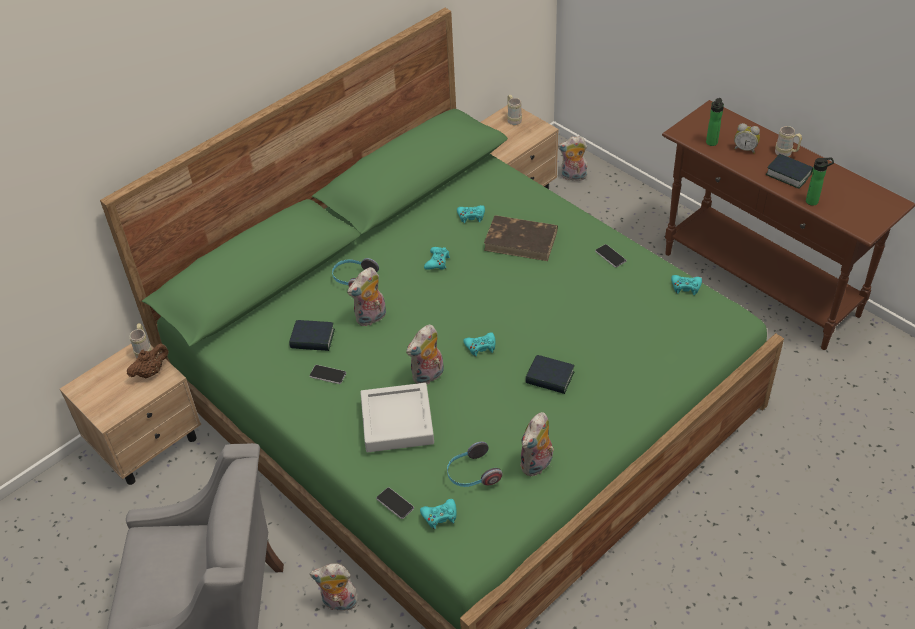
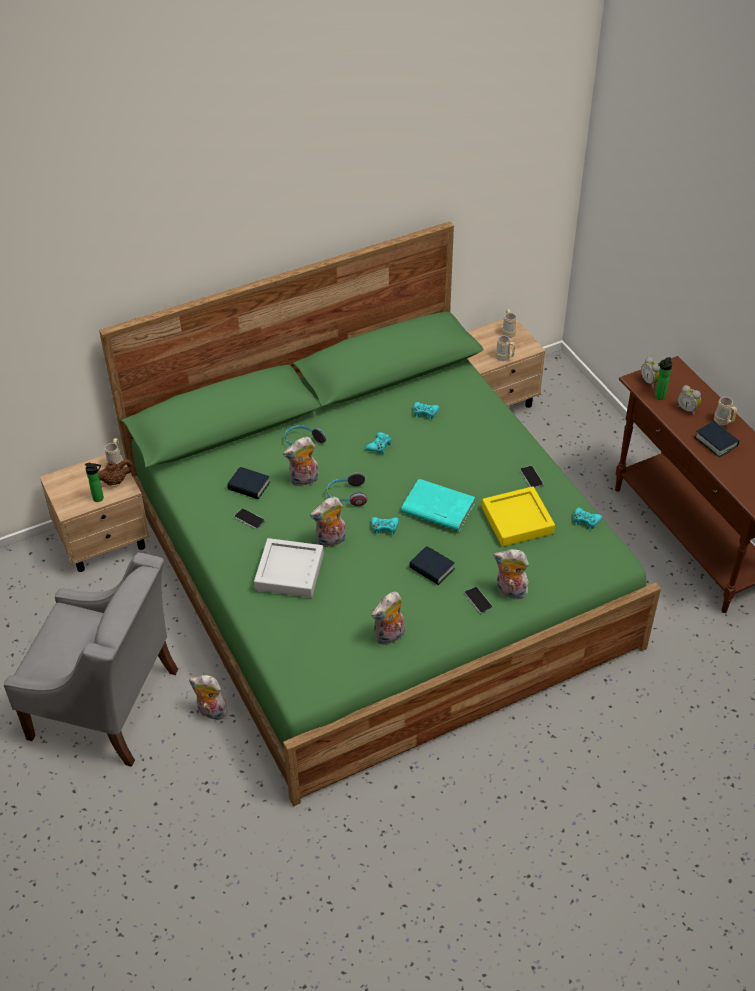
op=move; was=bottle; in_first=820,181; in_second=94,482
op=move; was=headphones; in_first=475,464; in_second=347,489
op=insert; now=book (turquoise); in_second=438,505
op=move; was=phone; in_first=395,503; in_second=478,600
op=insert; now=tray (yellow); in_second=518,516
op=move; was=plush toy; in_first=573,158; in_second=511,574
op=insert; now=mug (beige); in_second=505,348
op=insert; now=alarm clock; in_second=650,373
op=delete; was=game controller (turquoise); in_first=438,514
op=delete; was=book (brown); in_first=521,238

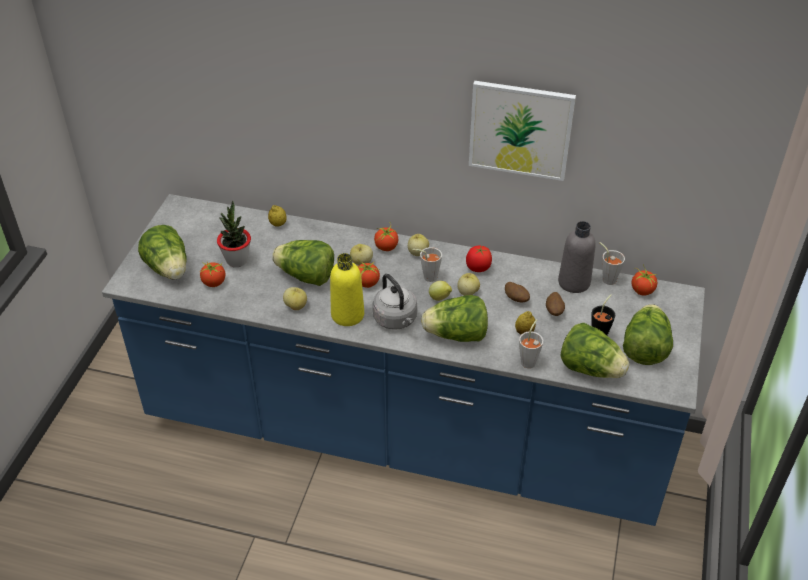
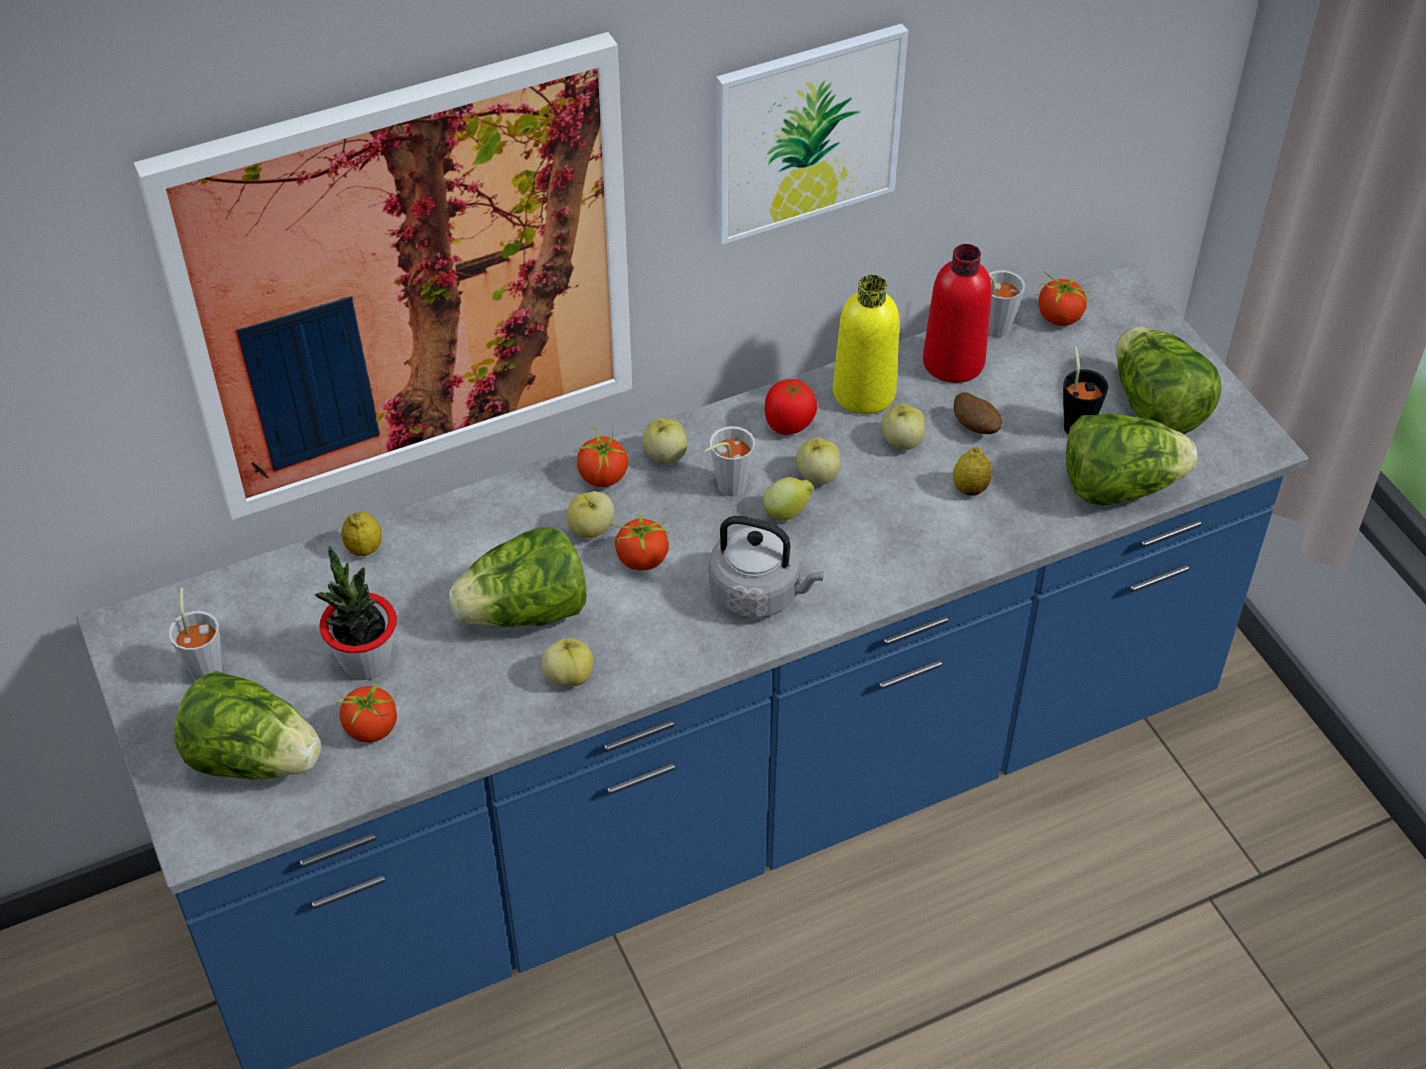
op=insert; now=picture; in_second=383,276
op=move; was=cup (grey); in_first=531,343; in_second=195,634
op=move; was=bottle (yellow); in_first=347,289; in_second=866,344
op=replace; was=potato; now=apple; in_first=517,292; in_second=903,427
op=recolor; was=bottle (grey); now=bottle (red); in_first=577,257; in_second=957,313
op=delete; was=lettuce; in_first=454,318

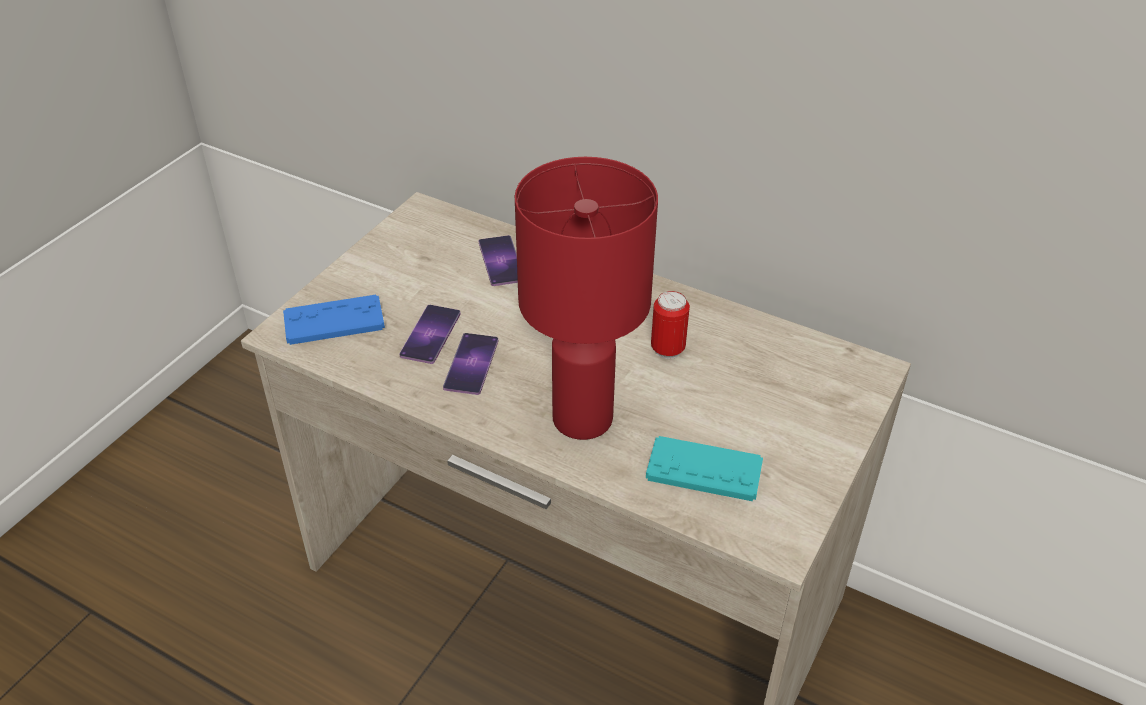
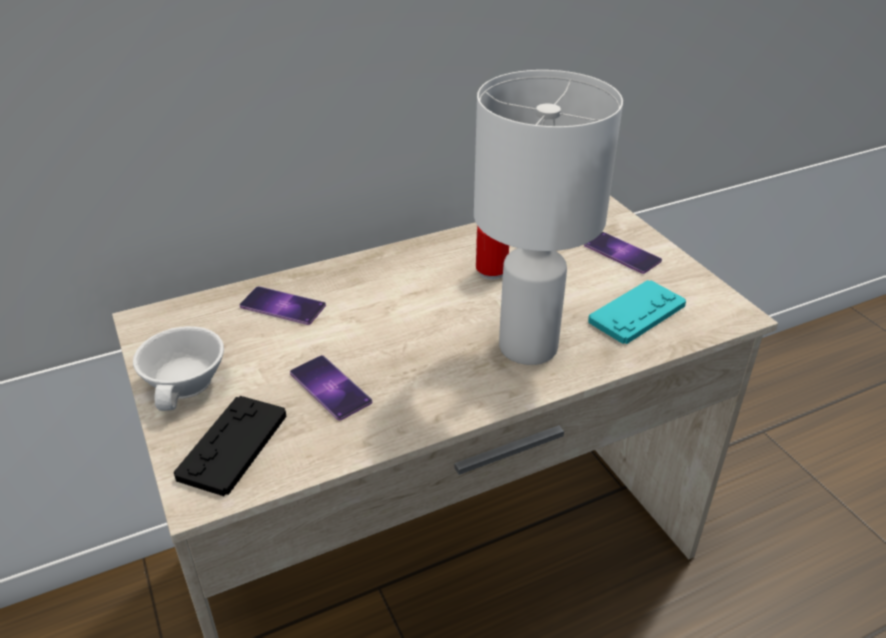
op=insert; now=cup (white); in_second=178,368
op=recolor; was=game controller (blue); now=game controller (black); in_first=334,320; in_second=230,446
op=recolor; was=table lamp (red); now=table lamp (white); in_first=586,298; in_second=548,217
op=move; was=phone; in_first=470,364; in_second=623,253

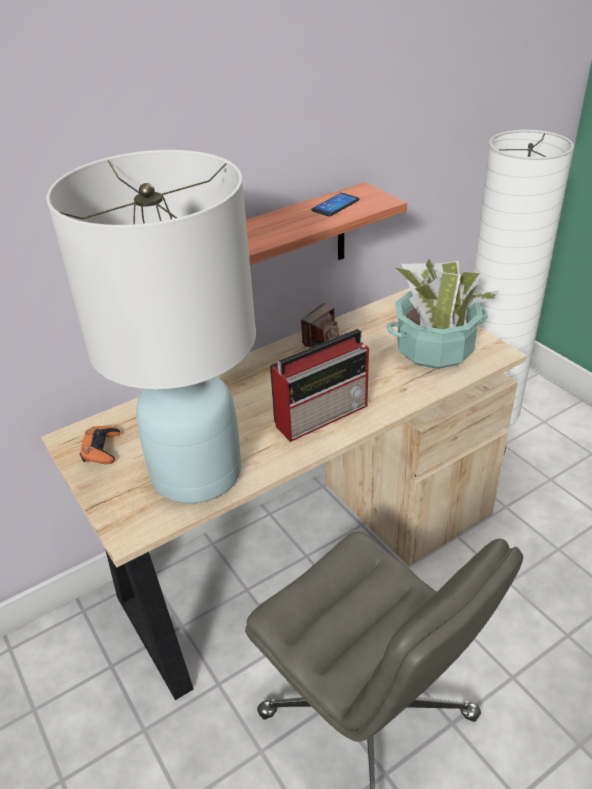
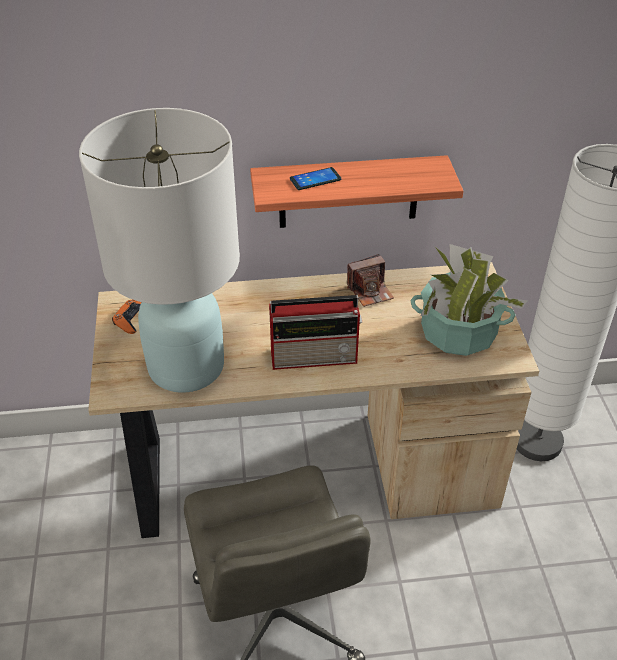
op=move; was=phone; in_first=335,205; in_second=315,178

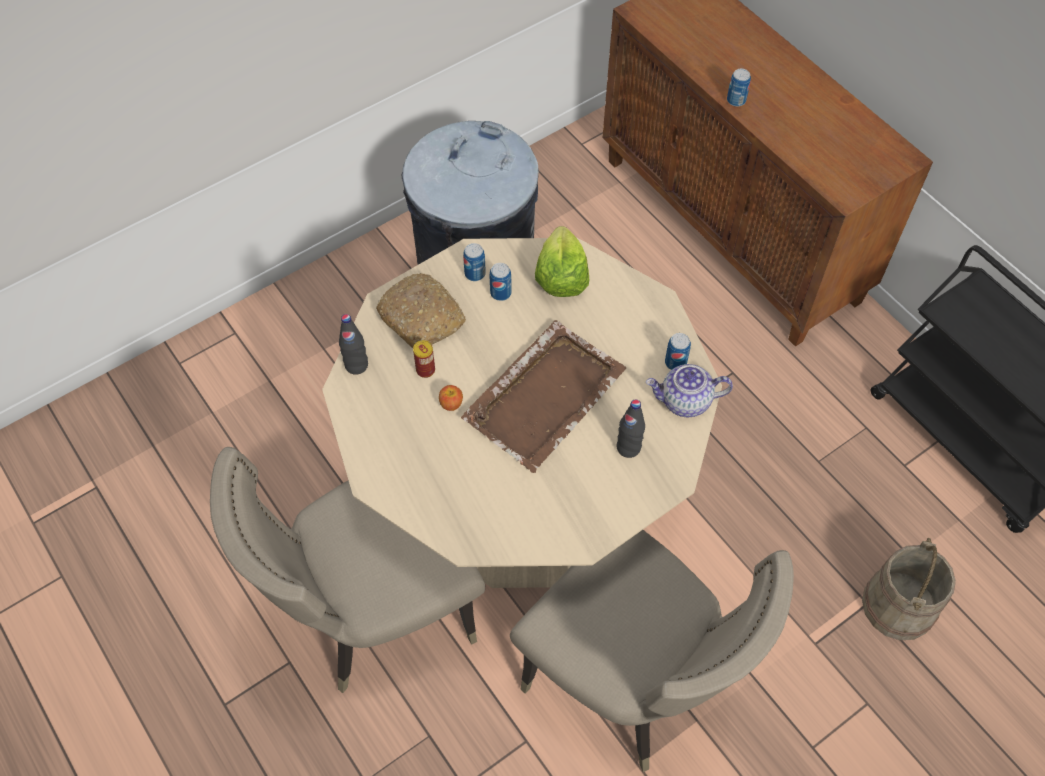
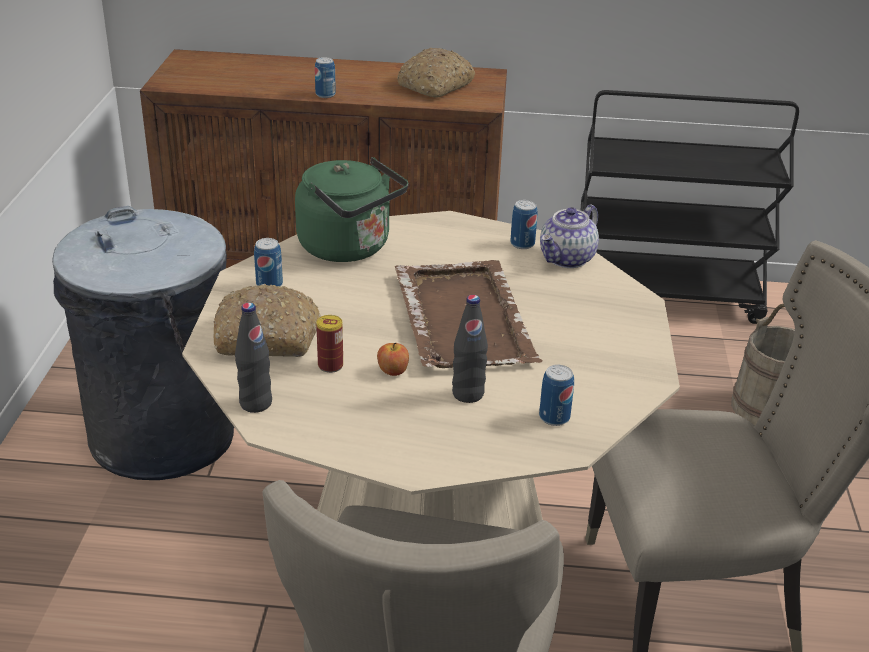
op=replace; was=lettuce; now=kettle (green); in_first=562,261; in_second=351,209
op=insert; now=bread; in_second=436,73
op=move; was=bottle (black); in_first=631,428; in_second=470,349
op=move; was=can; in_first=501,282; in_second=556,395

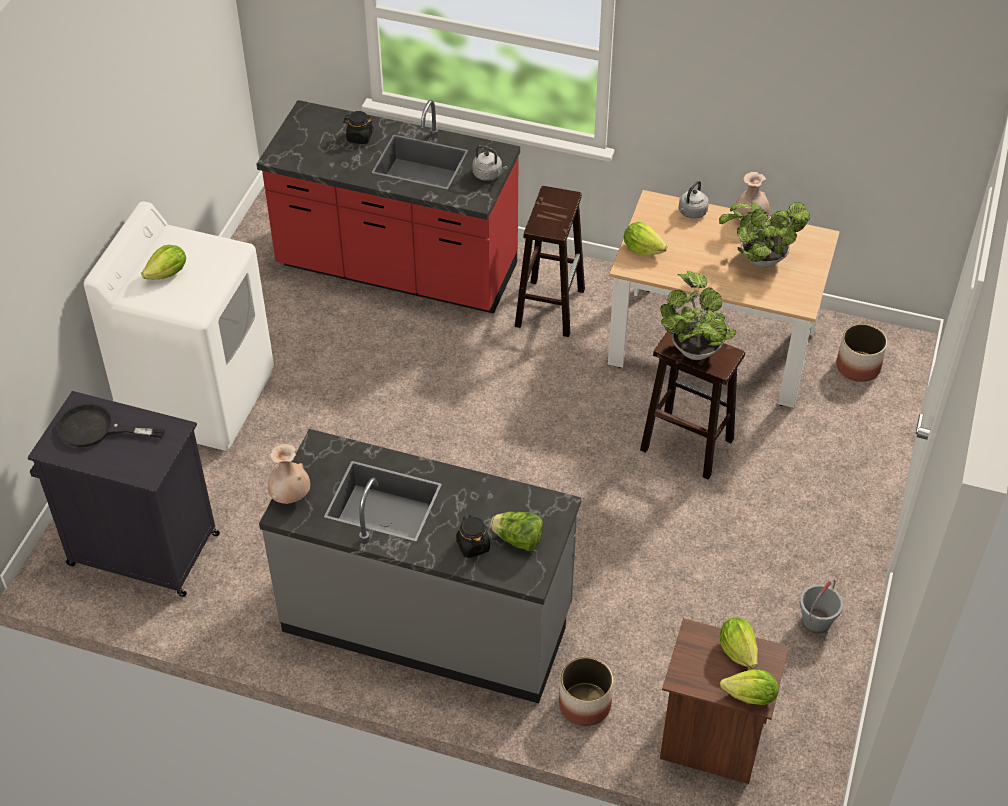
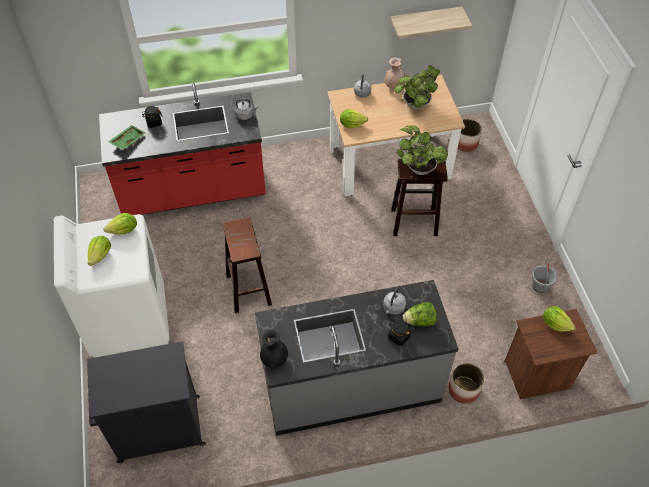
op=move; was=lettuce; in_first=749,687; in_second=120,223
op=insert; now=tray (green); in_second=127,137
op=move; was=stool (brown); in_first=550,261; in_second=247,265
op=recolor; was=vase (beige); now=vase (black); in_first=289,474; in_second=274,349
op=insert; now=kettle (grey); in_second=394,301
op=insert; now=shelf; in_second=431,23
op=delete; was=frying pan (black); in_first=111,425

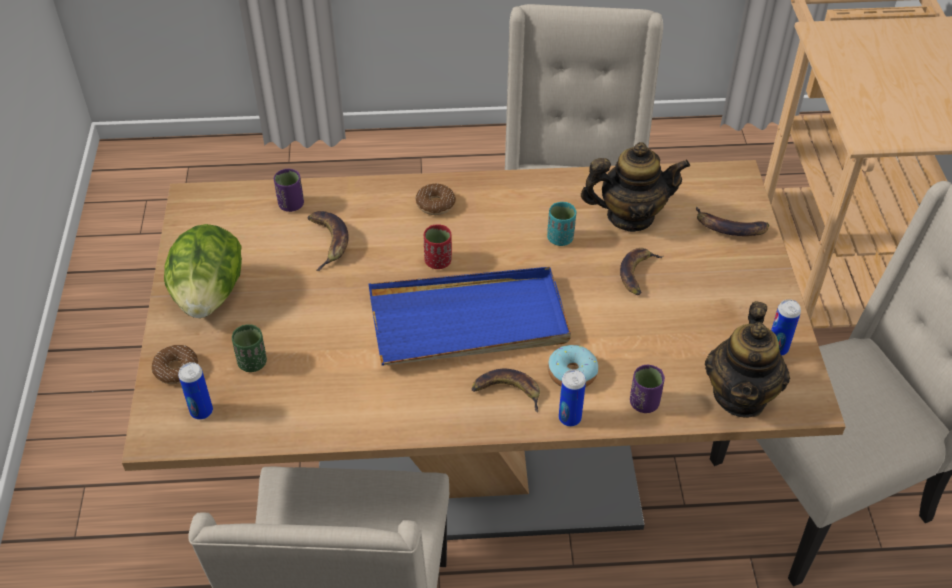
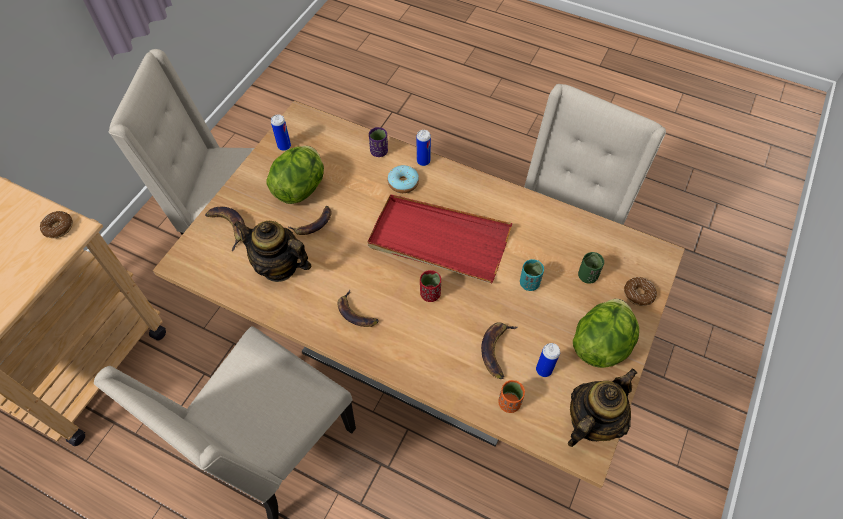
op=move; was=donut; in_first=435,199; in_second=56,224
op=insert; now=lettuce; in_second=295,175
op=move; was=banana; in_first=505,391; in_second=358,308
op=recolor; was=tray (blue); now=tray (red); in_first=470,316; in_second=440,238
op=recolor; was=cup (purple); now=cup (orange); in_first=289,190; in_second=511,396
op=move; was=cup (turquoise); in_first=561,224; in_second=532,275
op=move; was=can; in_first=195,391; in_second=548,360
op=move; was=teapot; in_first=747,359; in_second=602,408

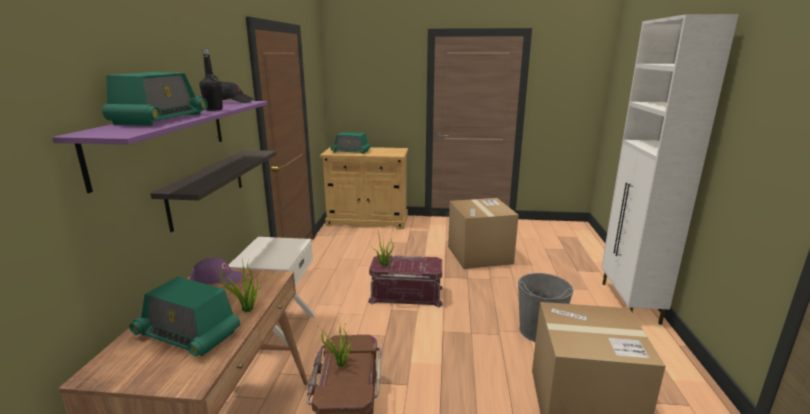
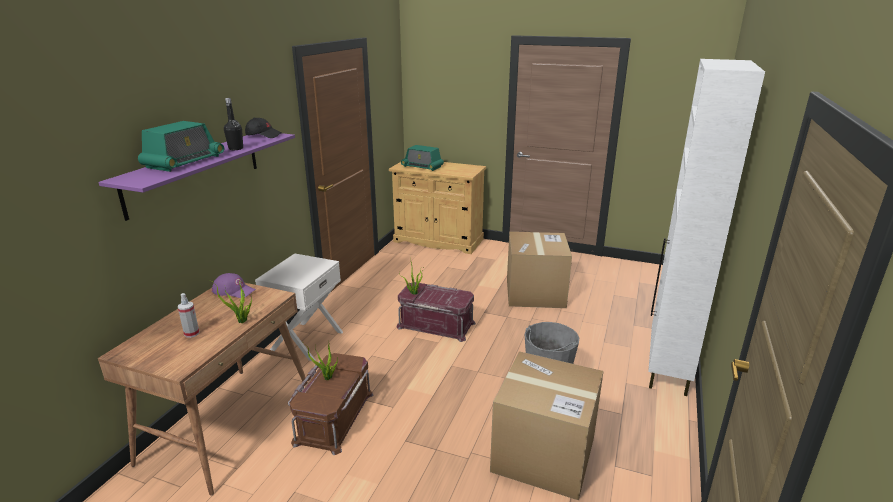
op=replace; was=radio; now=spray bottle; in_first=184,316; in_second=188,315
op=delete; was=shelf; in_first=213,191

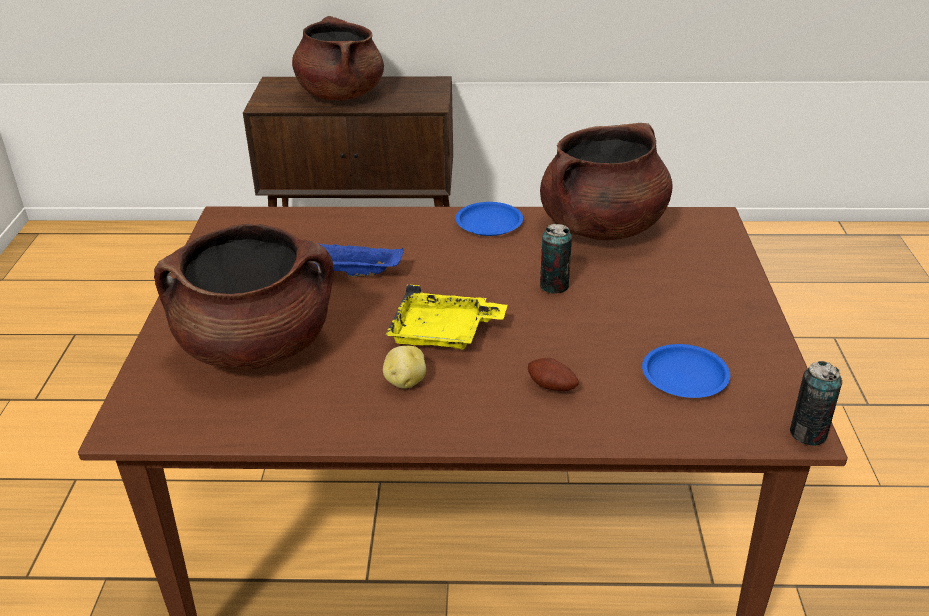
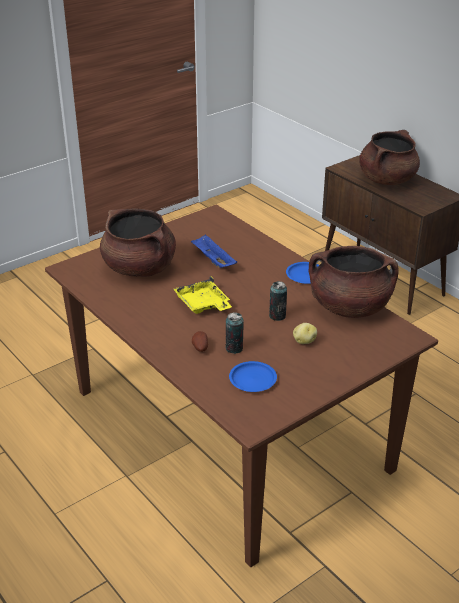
op=move; was=can; in_first=816,403; in_second=234,333
op=move; was=potato; in_first=404,367; in_second=305,333

